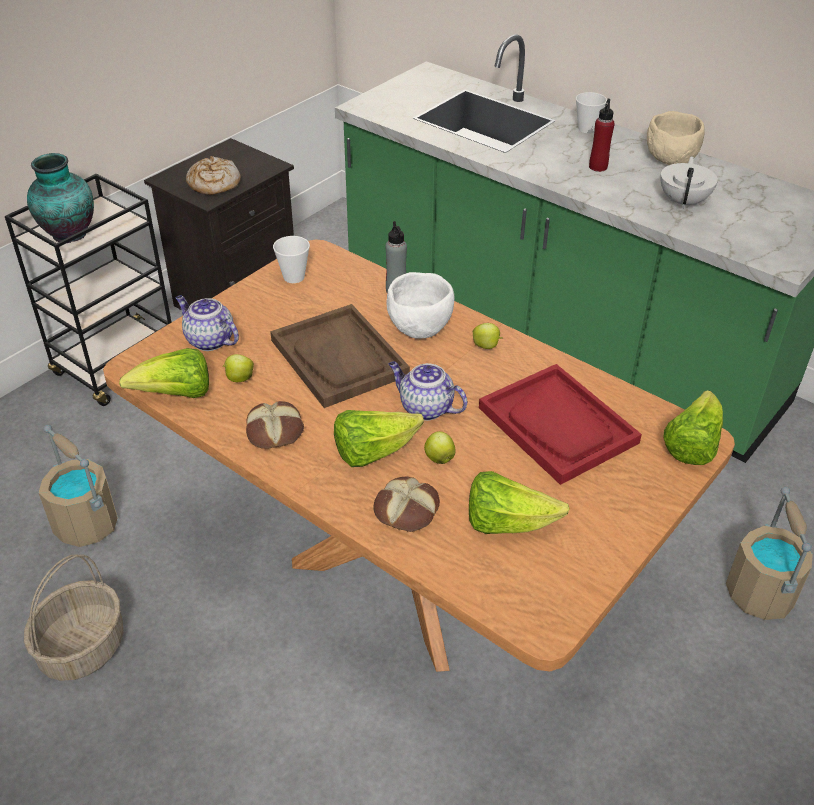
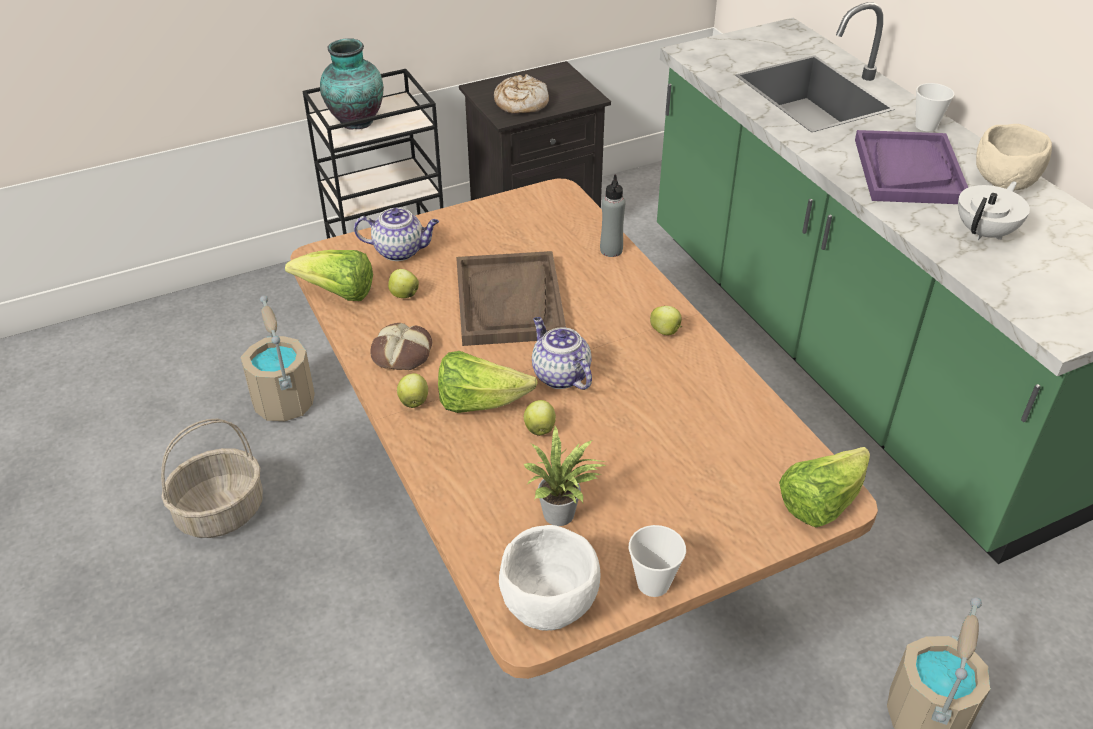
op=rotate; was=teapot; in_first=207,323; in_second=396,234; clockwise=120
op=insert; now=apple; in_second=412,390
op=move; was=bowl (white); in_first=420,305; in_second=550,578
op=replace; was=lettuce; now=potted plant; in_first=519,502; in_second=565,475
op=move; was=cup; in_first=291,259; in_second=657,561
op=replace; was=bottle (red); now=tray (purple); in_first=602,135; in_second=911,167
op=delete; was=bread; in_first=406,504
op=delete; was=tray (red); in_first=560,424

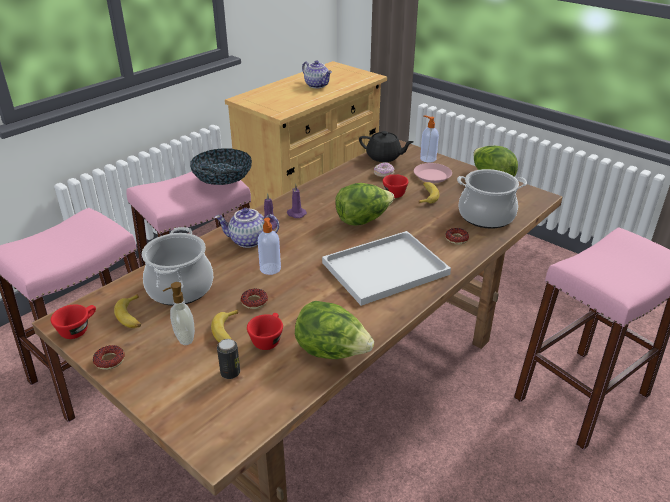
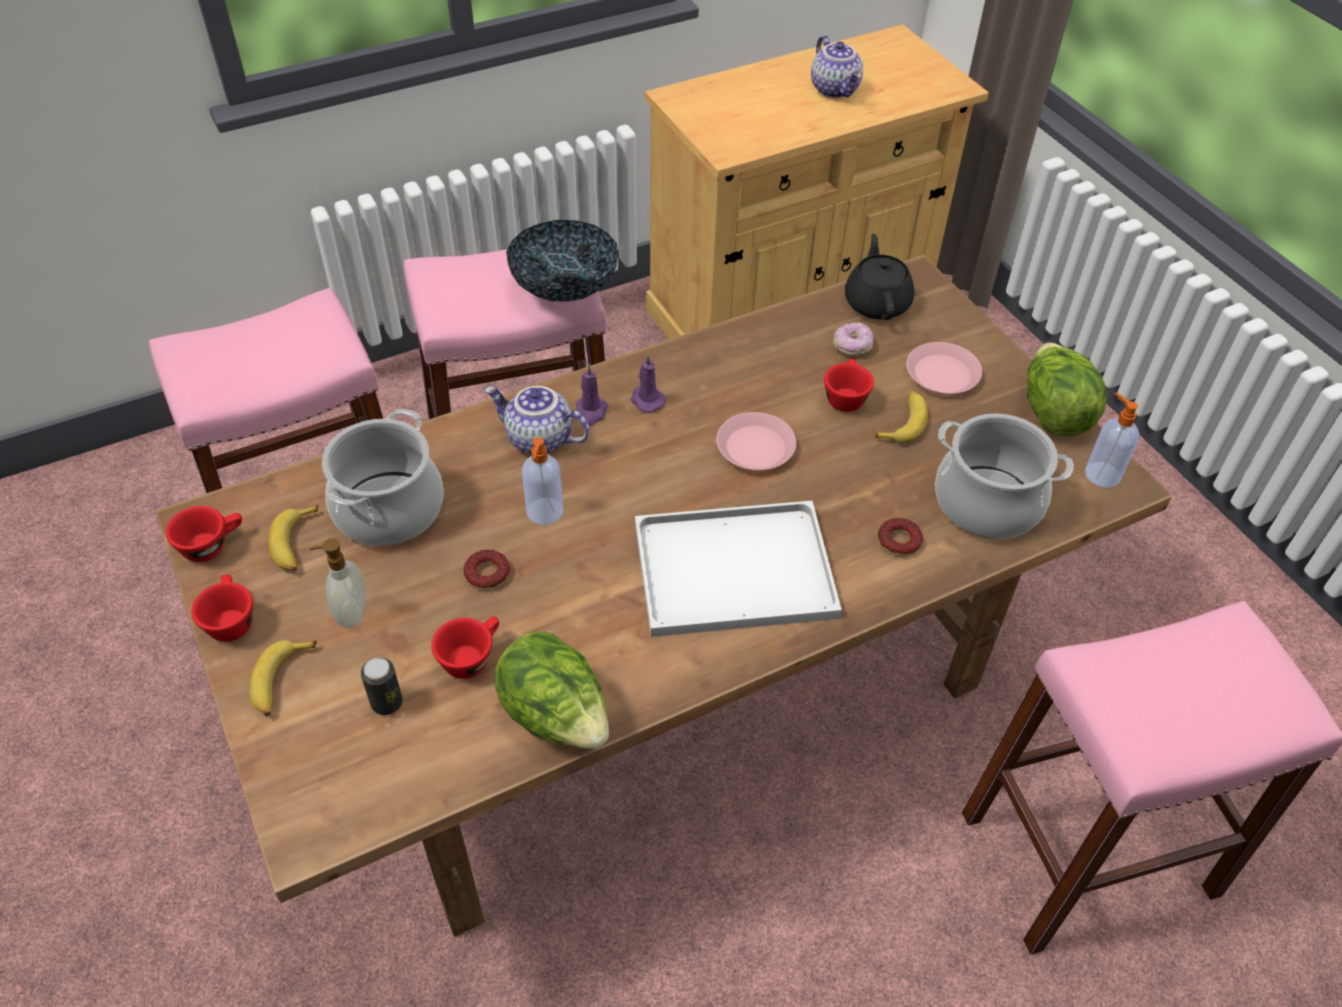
op=replace; was=donut; now=cup (red); in_first=109,357; in_second=222,608
op=move; was=banana; in_first=224,326; in_second=283,678
op=replace; was=lettuce; now=plate (pink); in_first=364,204; in_second=756,441
op=rotate; was=teapot (black); in_first=386,146; in_second=879,277; clockwise=-135
op=move; was=soap dispenser; in_first=429,138; in_second=1112,440

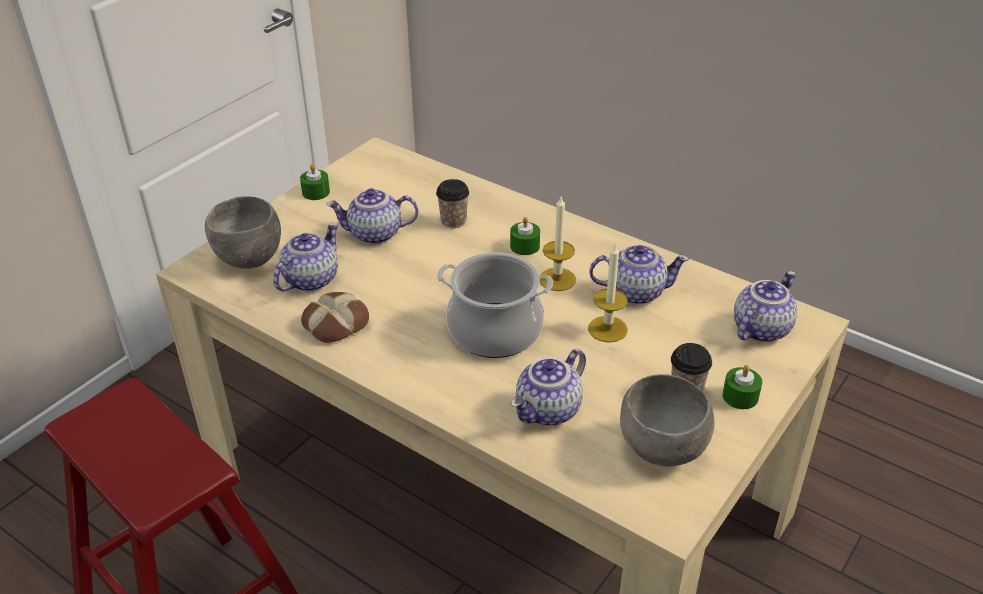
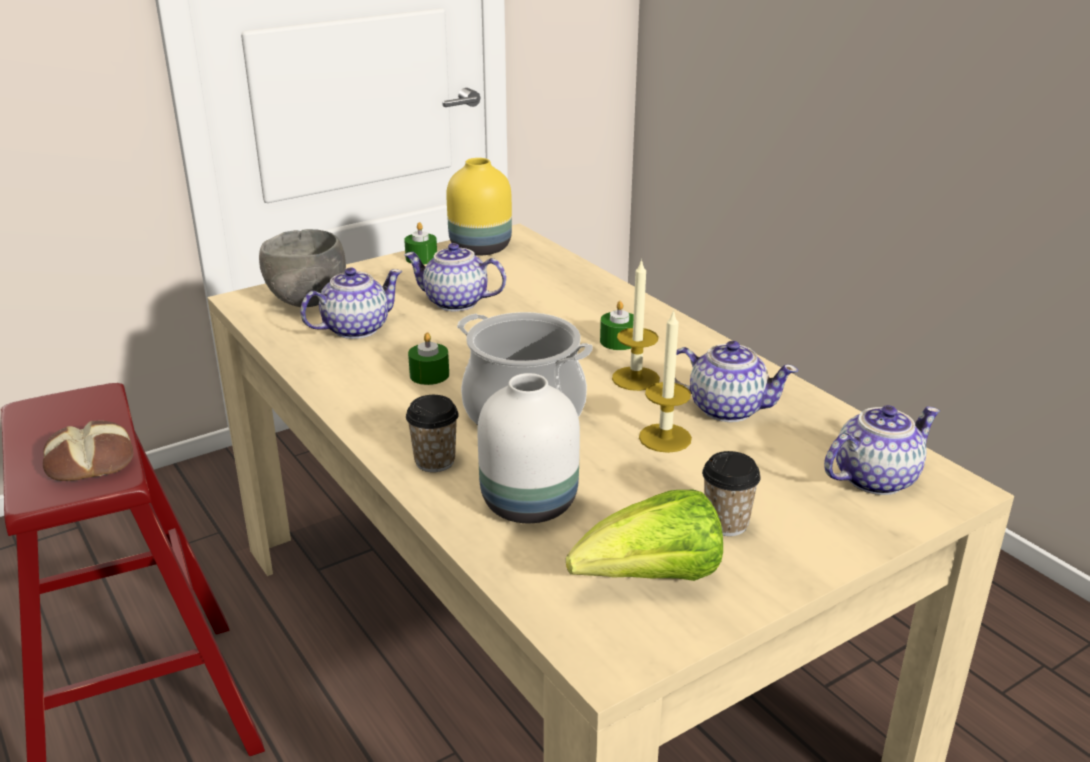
op=move; was=bread; in_first=335,317; in_second=88,451
op=move; was=cup; in_first=452,203; in_second=432,433
op=move; was=candle (green); in_first=742,387; in_second=428,358
op=insert; now=vase (yellow); in_second=479,207
op=replace; was=teapot; now=vase (white); in_first=548,387; in_second=528,448
op=replace; was=bowl (grey); now=lettuce; in_first=667,420; in_second=644,535

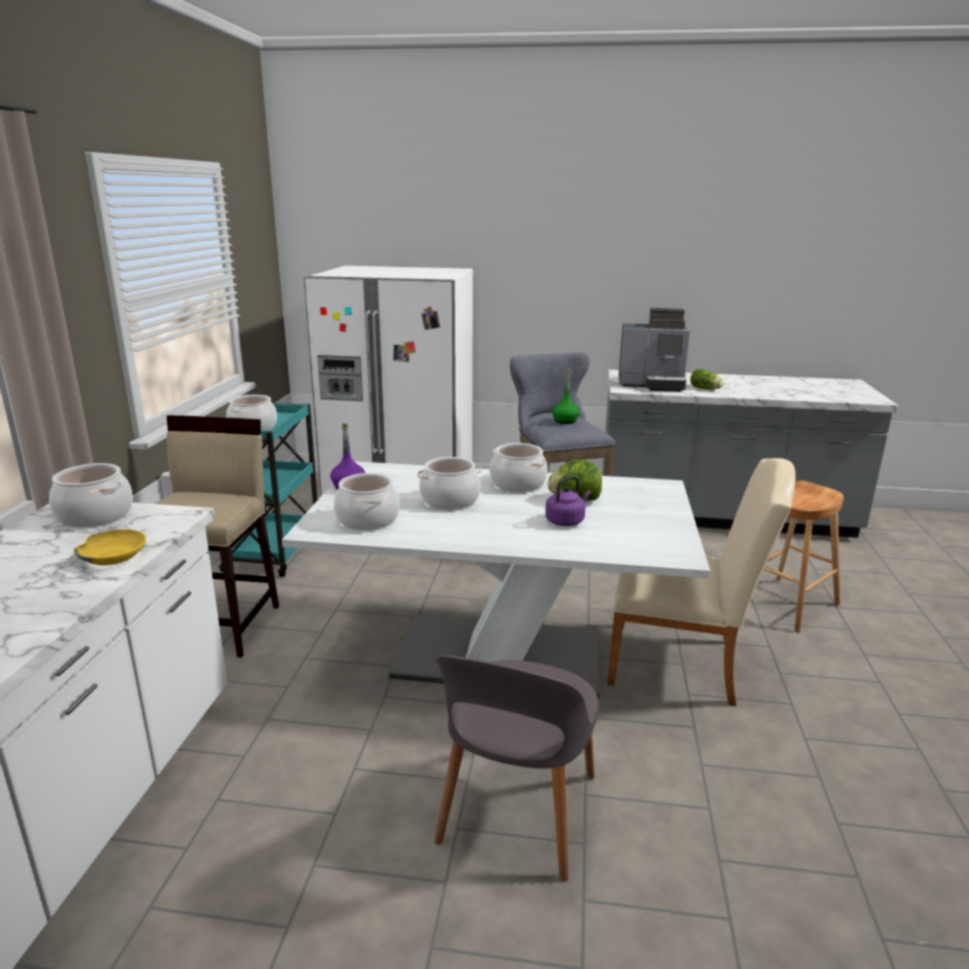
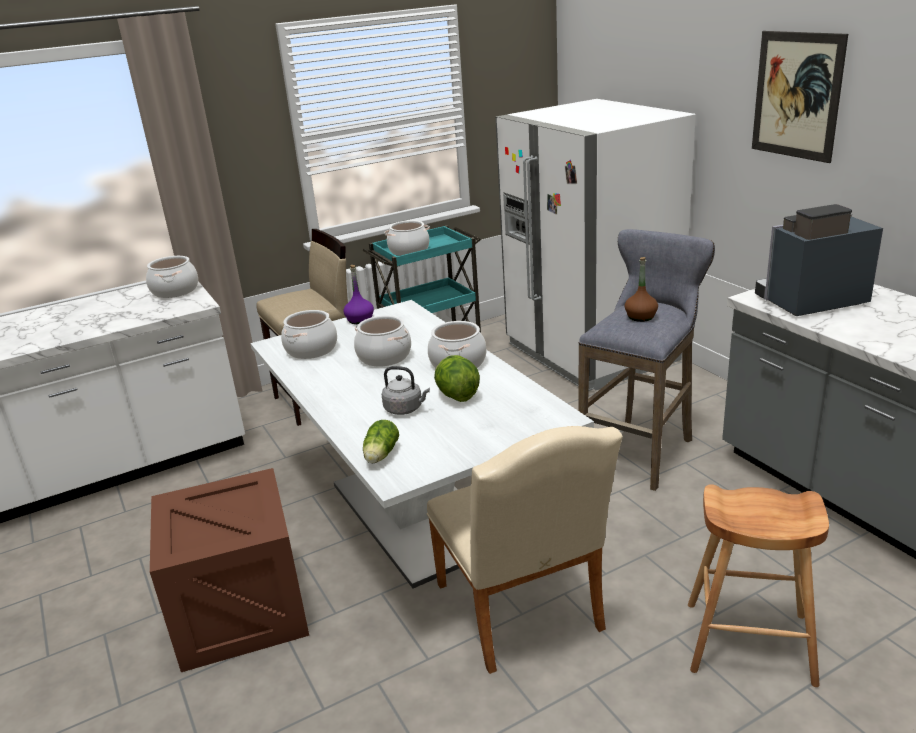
op=replace; was=chair (grey); now=crate; in_first=516,768; in_second=229,570
op=move; was=lettuce; in_first=707,379; in_second=381,441
op=recolor; was=kettle (purple); now=kettle (grey); in_first=568,501; in_second=406,390
op=recolor; was=bottle (green); now=bottle (brown); in_first=566,396; in_second=641,289
op=insert; now=picture; in_second=800,97
op=rotate; was=coffee machine; in_first=654,350; in_second=819,260; clockwise=105
op=delete; was=bowl (yellow); in_first=110,547

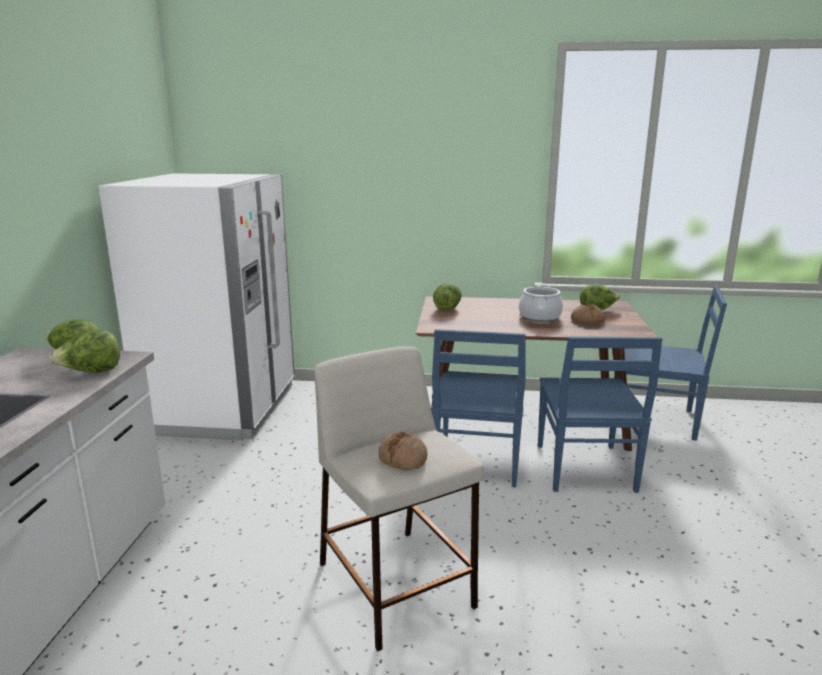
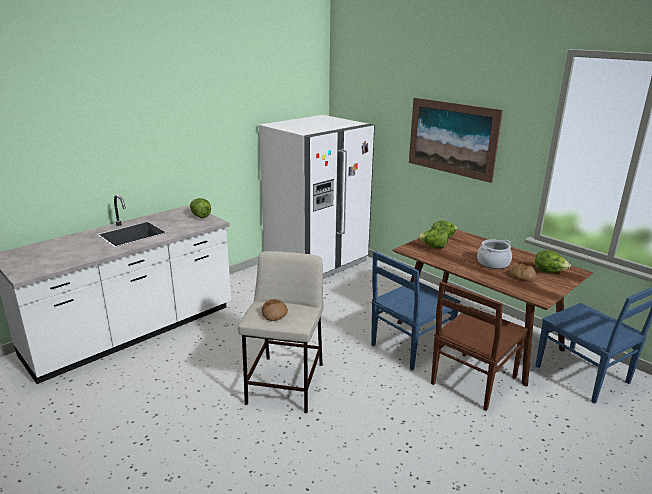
op=insert; now=picture; in_second=456,140
op=move; was=lettuce; in_first=84,352; in_second=433,239
op=recolor; was=chair (blue); now=chair (brown); in_first=600,415; in_second=479,346

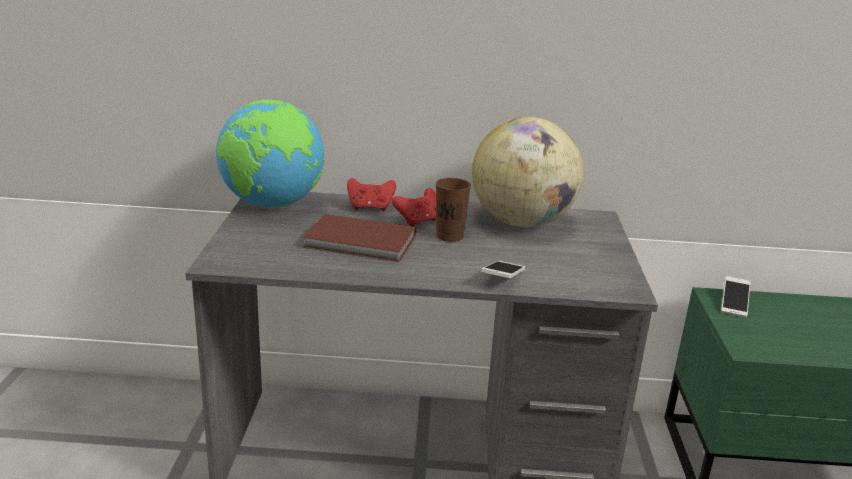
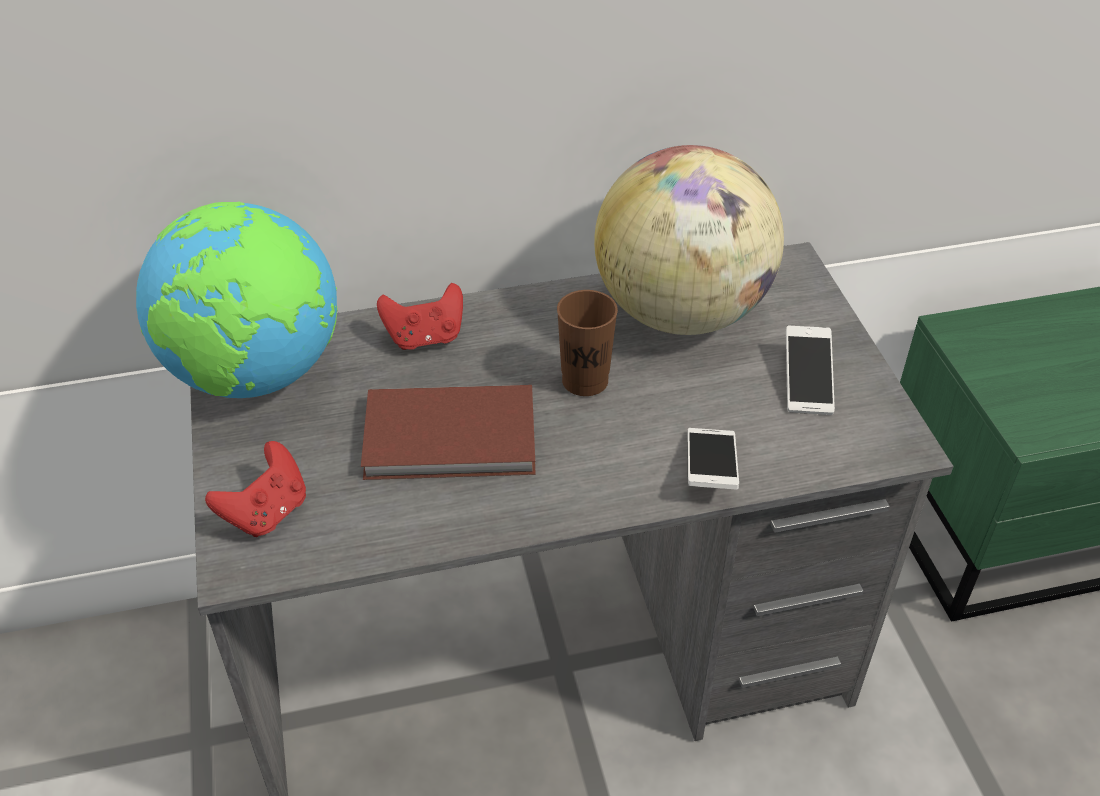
op=move; was=game controller (red); in_first=414,207; in_second=255,489
op=move; was=phone; in_first=736,297; in_second=810,370

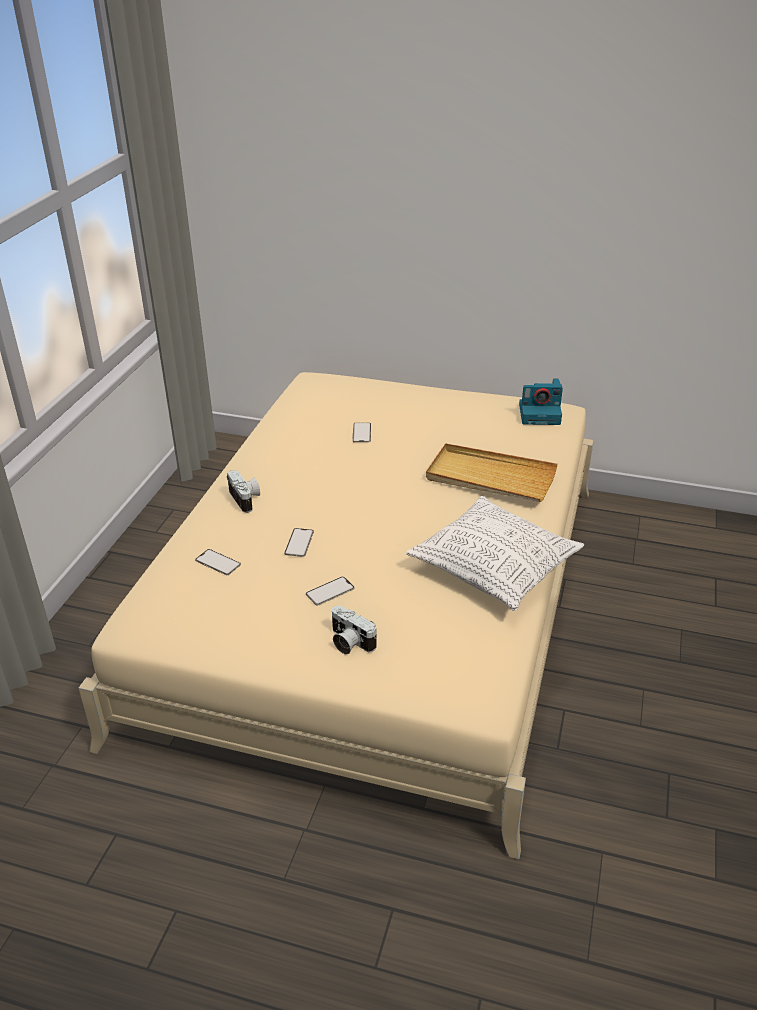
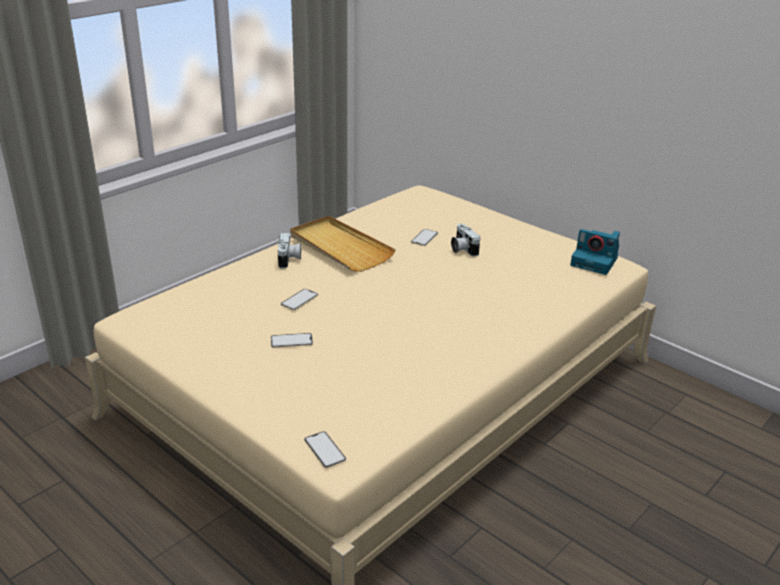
op=move; was=tray (beige); in_first=492,472; in_second=343,244
op=move; was=phone; in_first=218,562; in_second=325,449
op=move; was=photo camera; in_first=354,630; in_second=465,240
op=delete; was=pillow; in_first=495,553

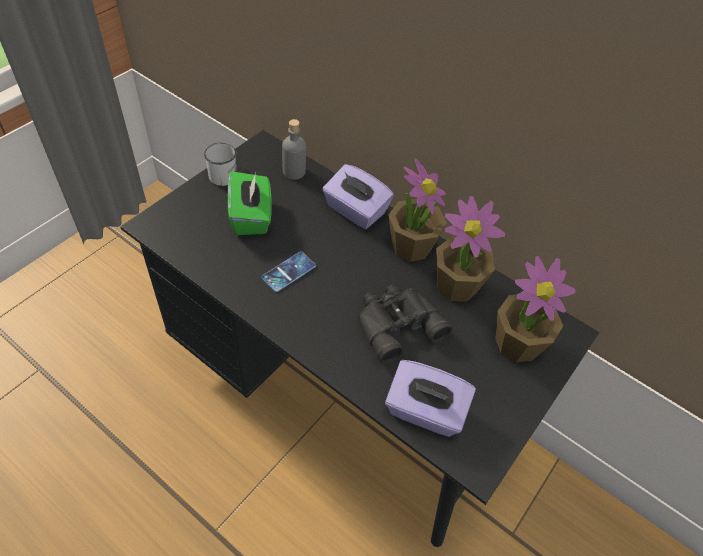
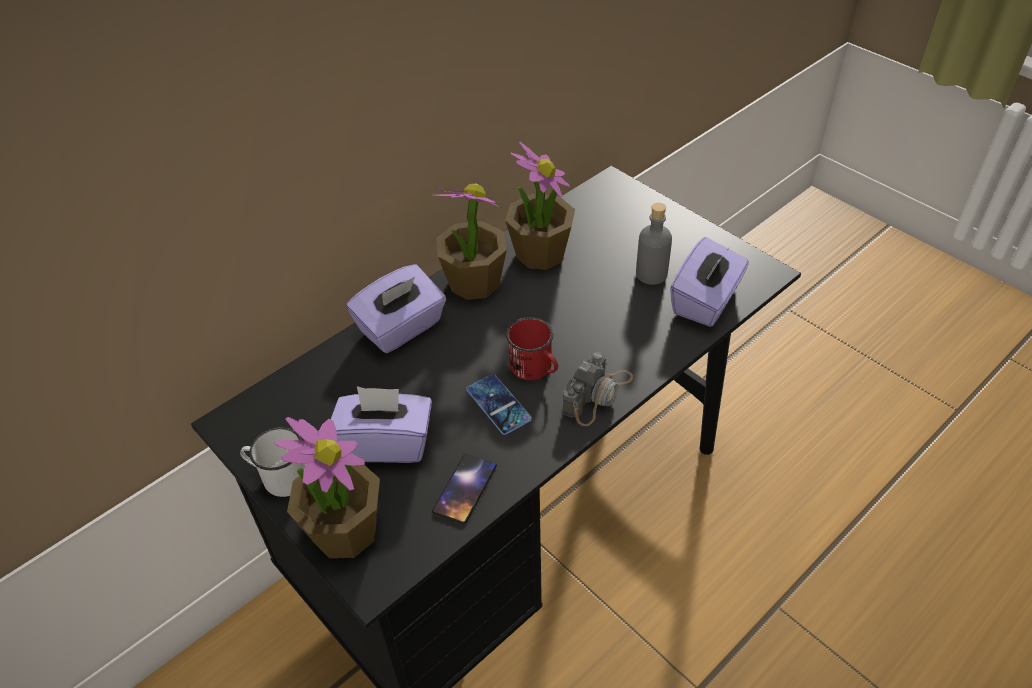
op=move; was=potted plant; in_first=535,309; in_second=327,487
op=recolor; was=tissue box (green); now=tissue box (purple); in_first=250,203; in_second=381,424
op=insert; now=phone; in_second=464,489
op=insert; now=mug (red); in_second=532,348
op=insert; now=photo camera; in_second=598,388
op=move; was=bottle (grey); in_first=294,149; in_second=654,244
op=delete; was=binoculars (black); in_first=405,324

